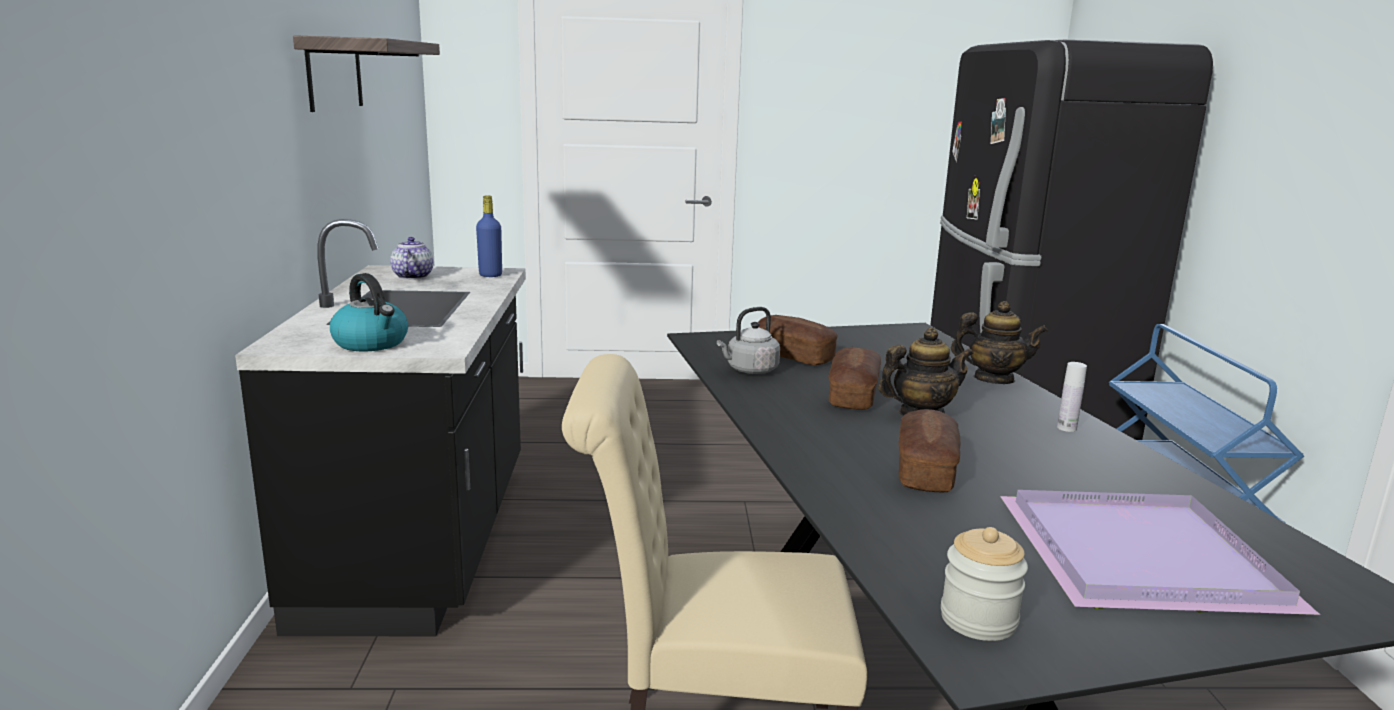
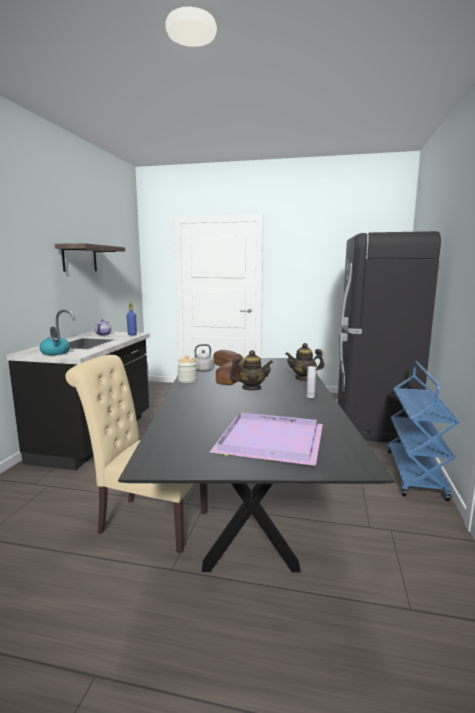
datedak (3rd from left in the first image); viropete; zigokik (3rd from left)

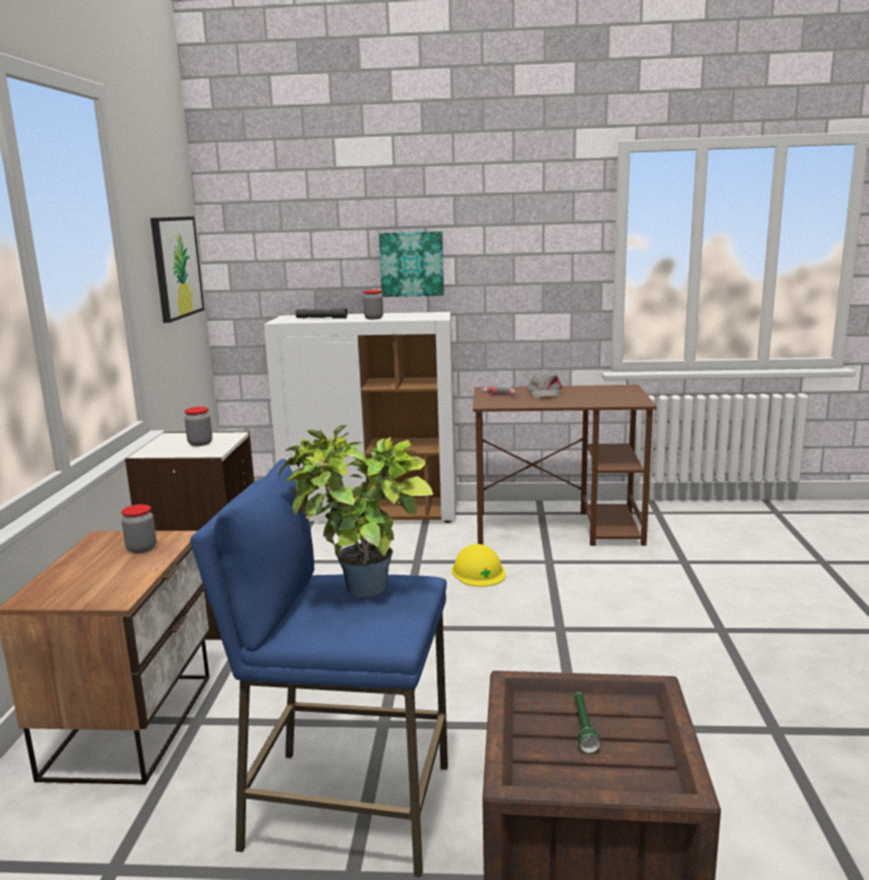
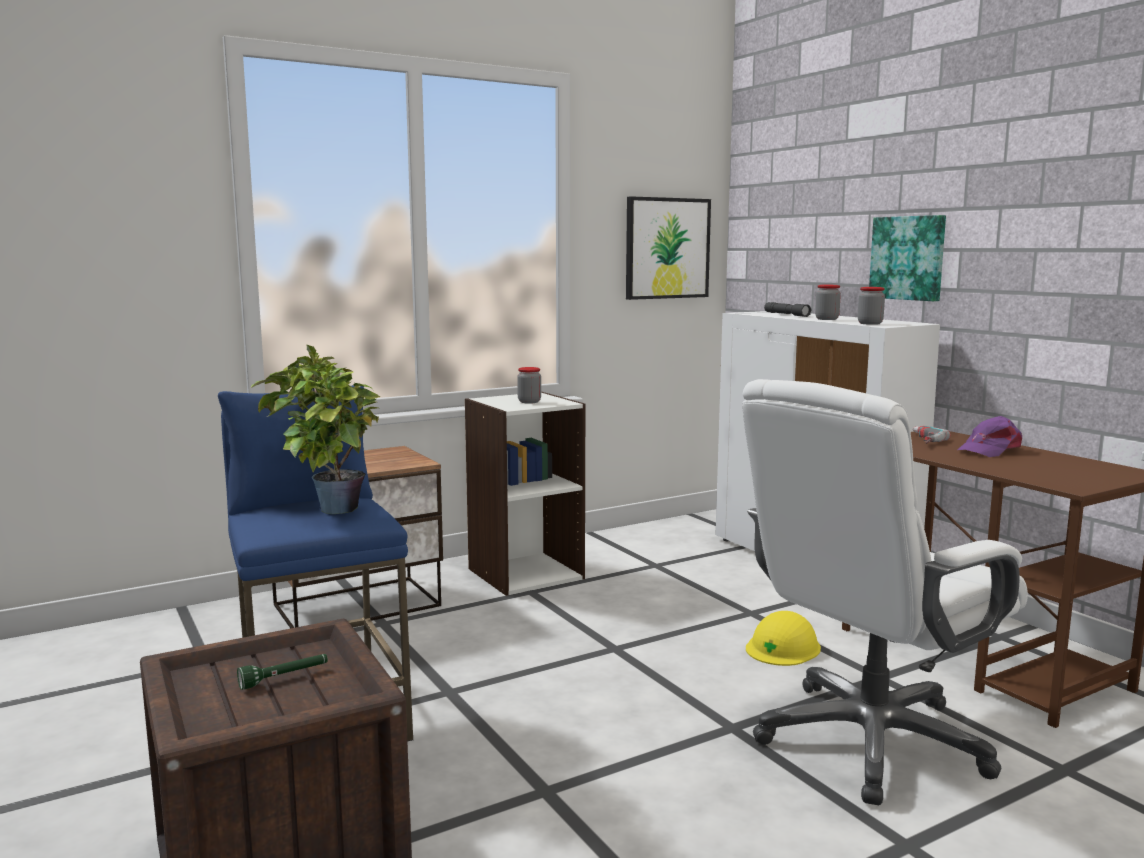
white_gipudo; viropete (3rd from left); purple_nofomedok

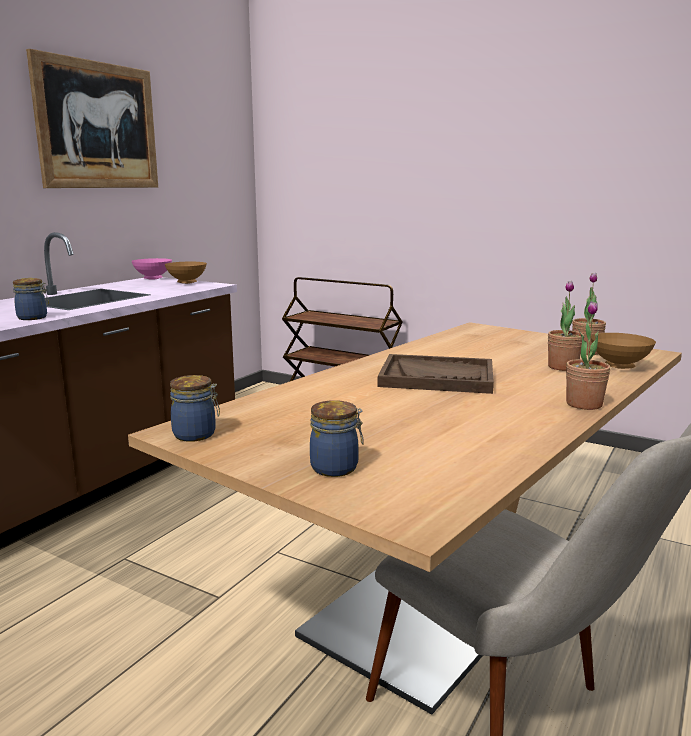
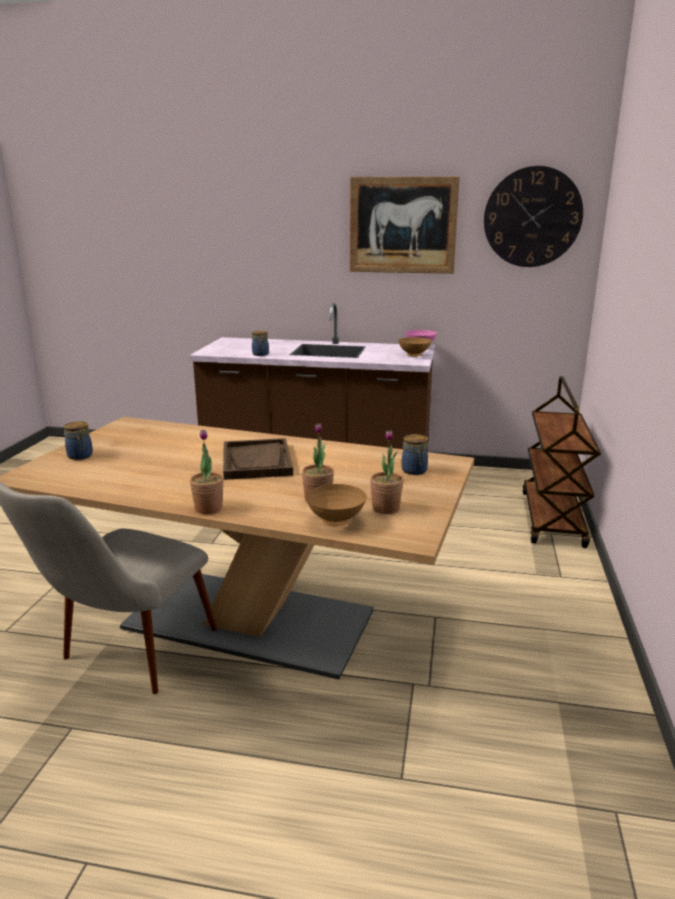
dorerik; viropete (3rd from left)

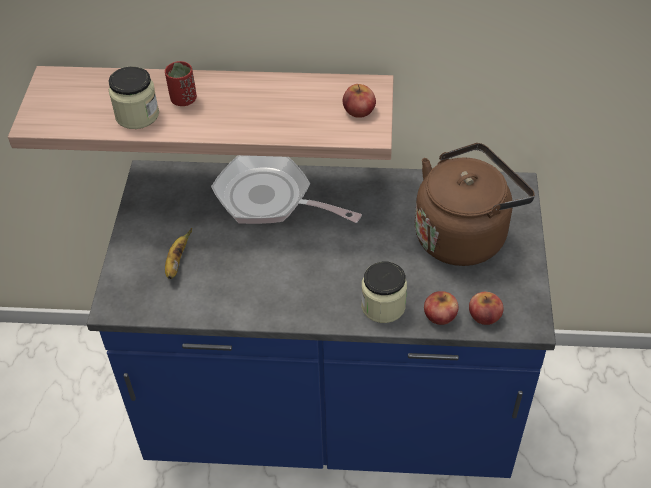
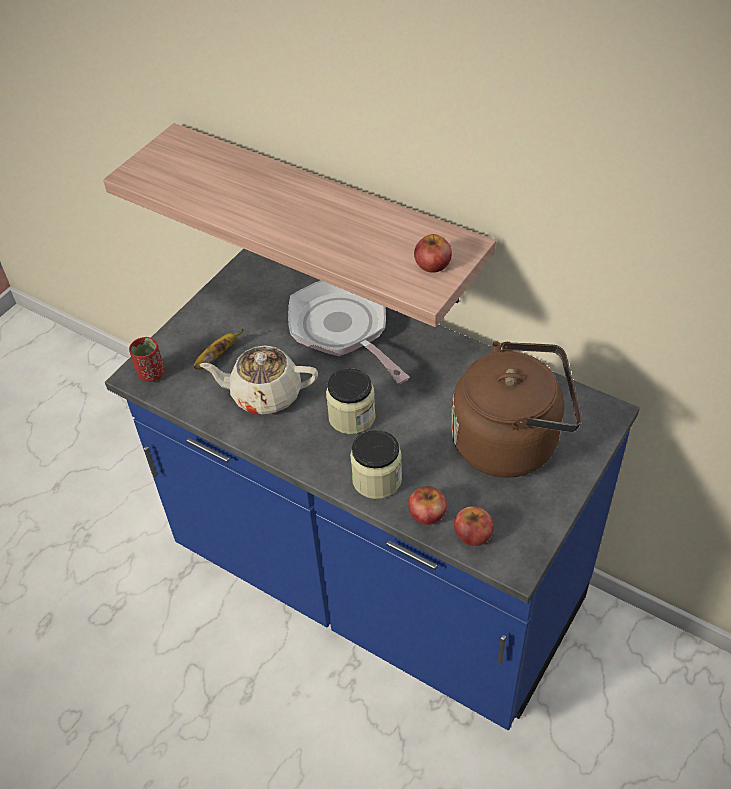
beige_zigokik; viropete (1st from left); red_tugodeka

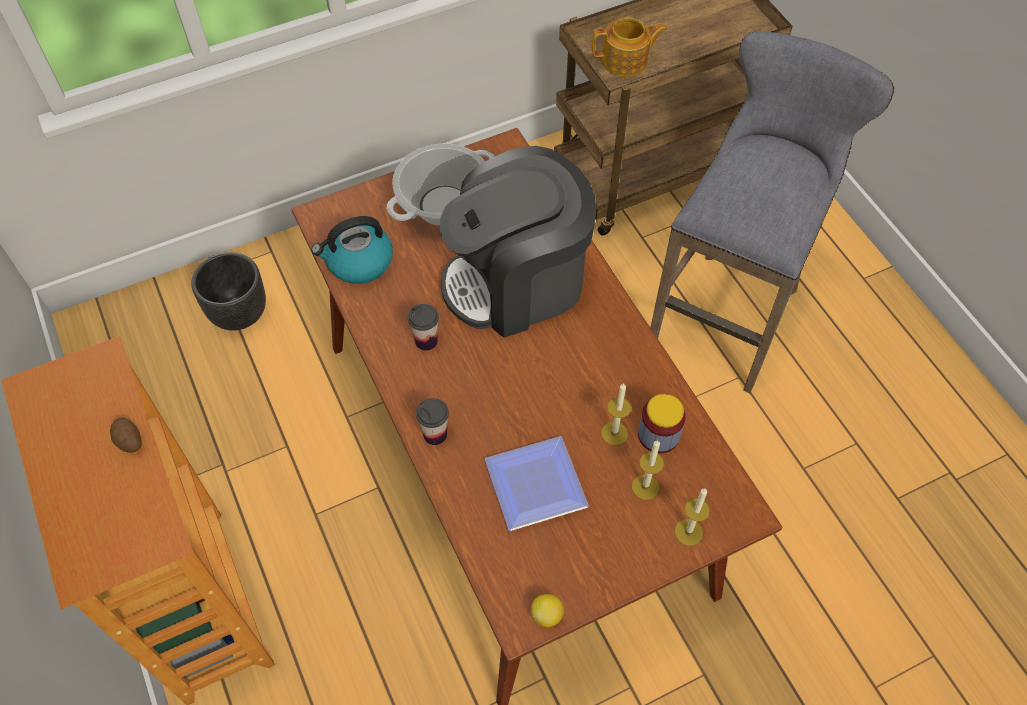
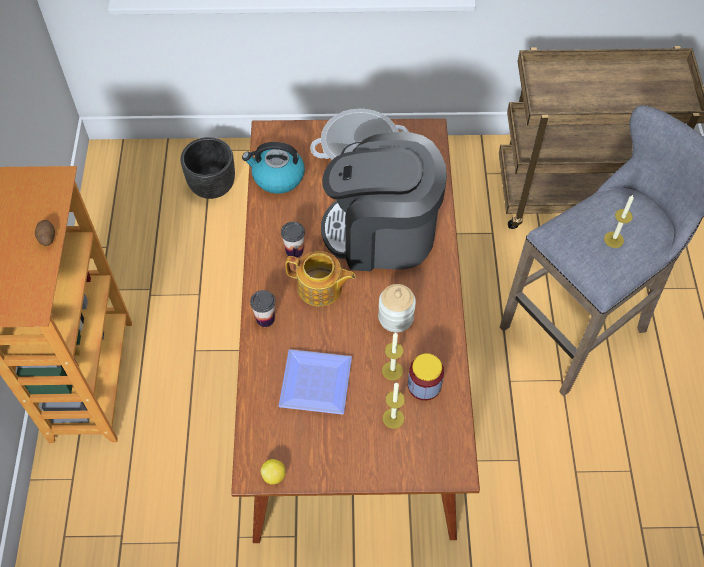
viropete (1st from left); zigokik; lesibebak (3rd from left)

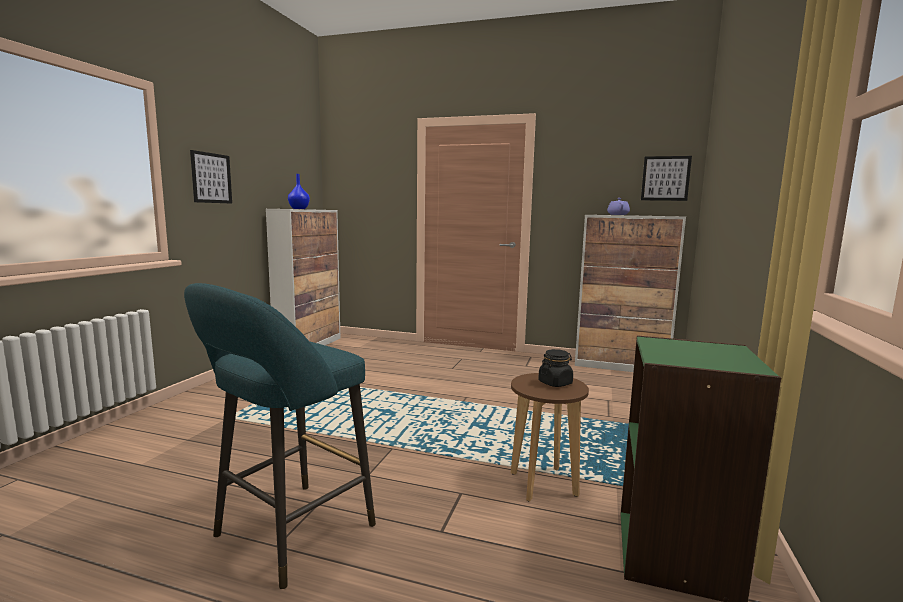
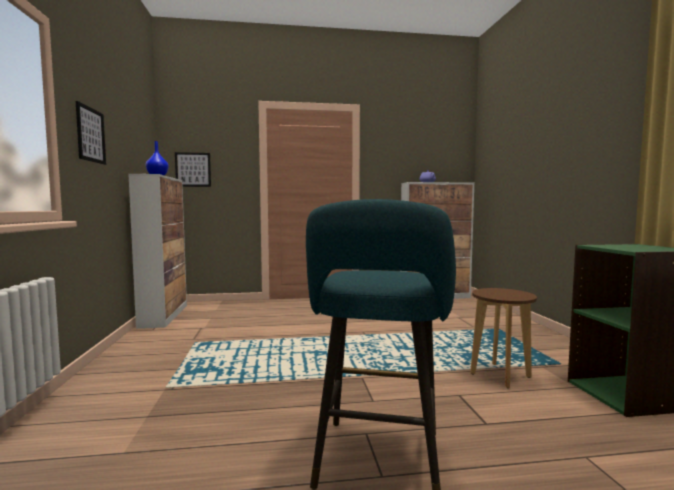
black_viropete; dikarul (2nd from left)

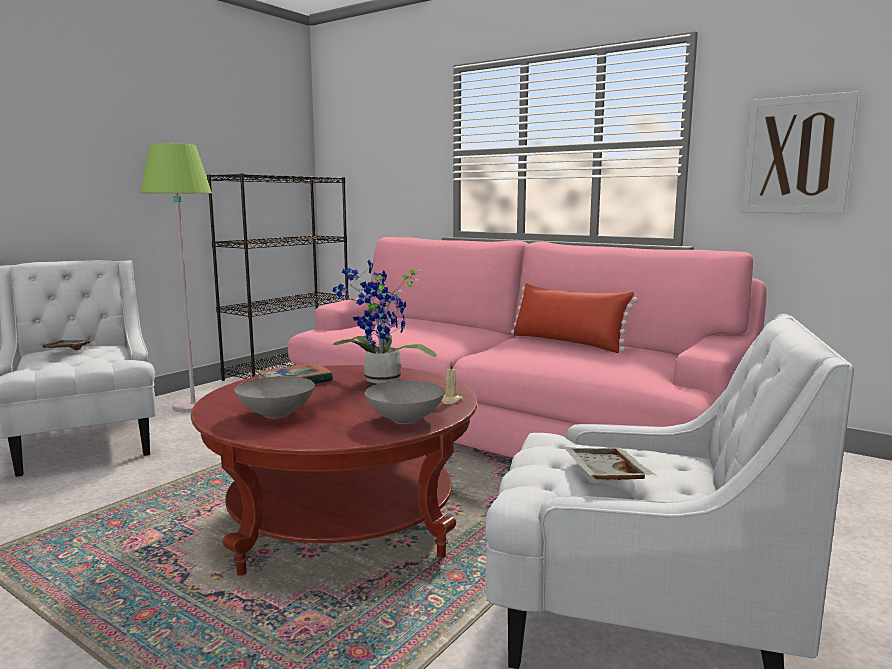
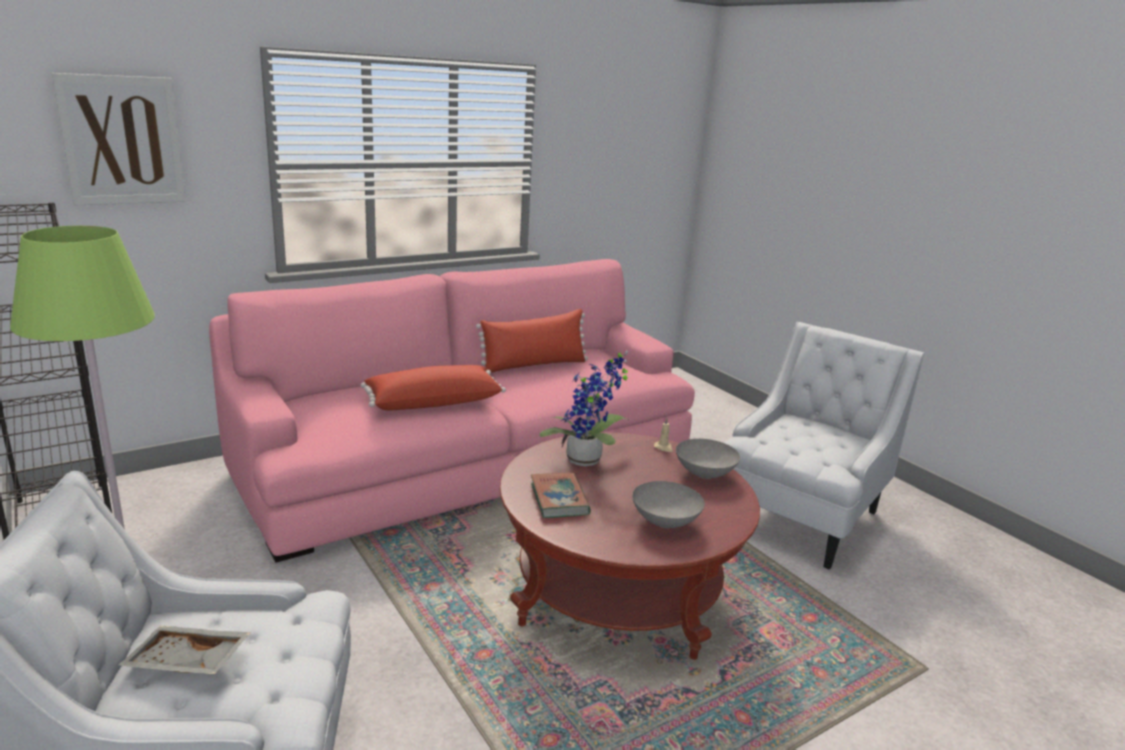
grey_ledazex (2nd from left in the first image); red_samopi (1st from left); dikarul

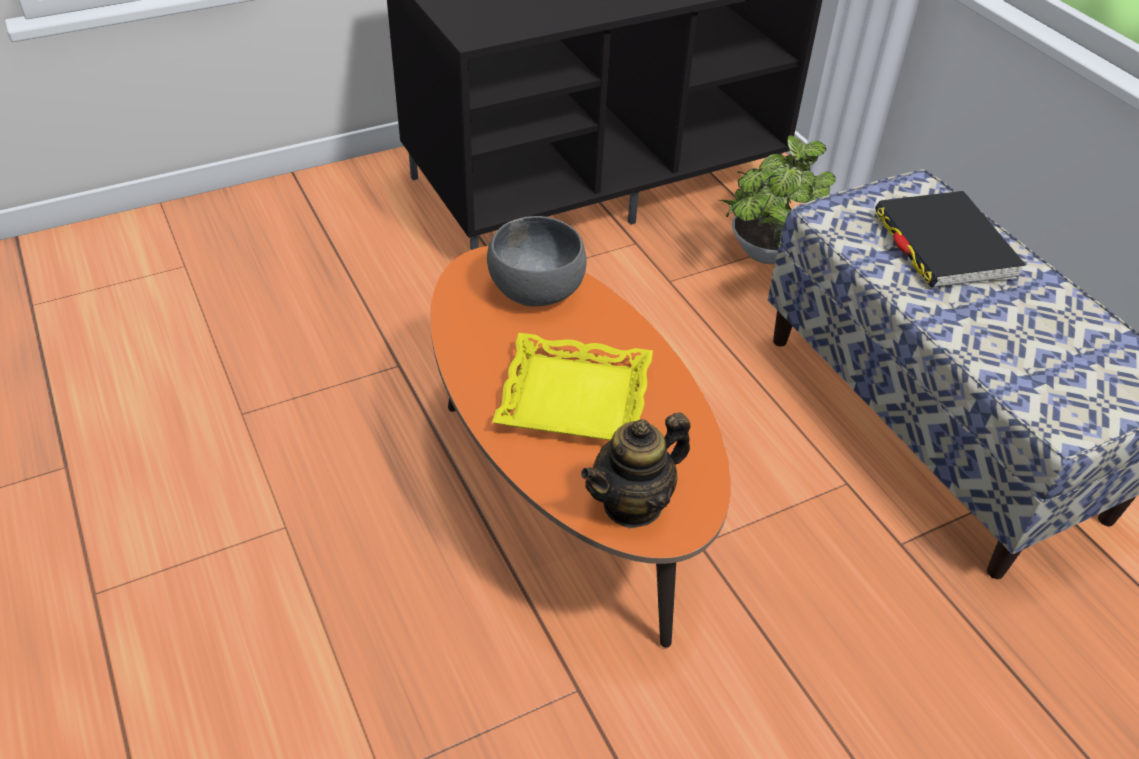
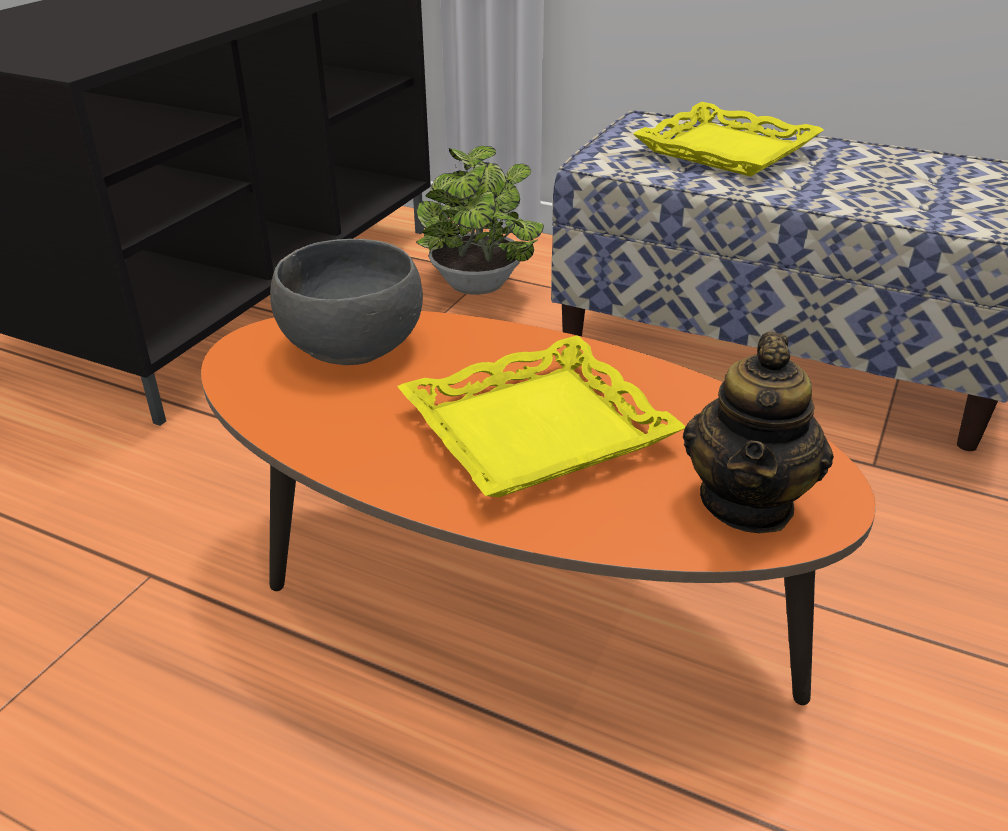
yellow_ledazex (2nd from left)

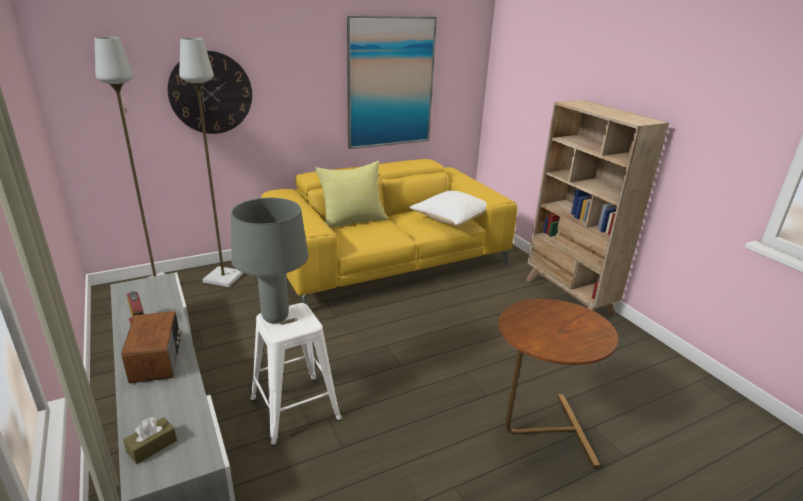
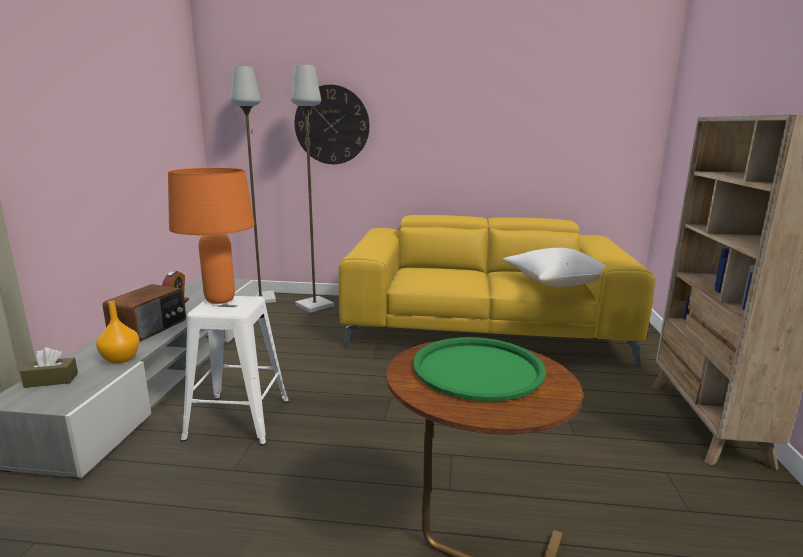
yellow_samopi; dikarul; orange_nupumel; green_ledazex; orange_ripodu

